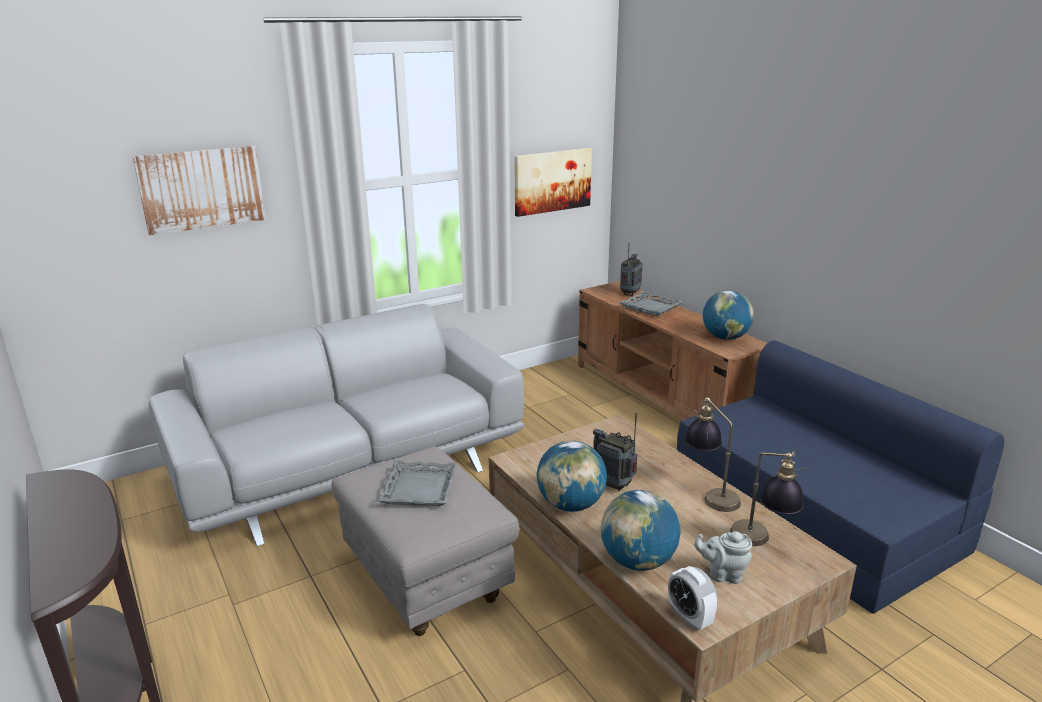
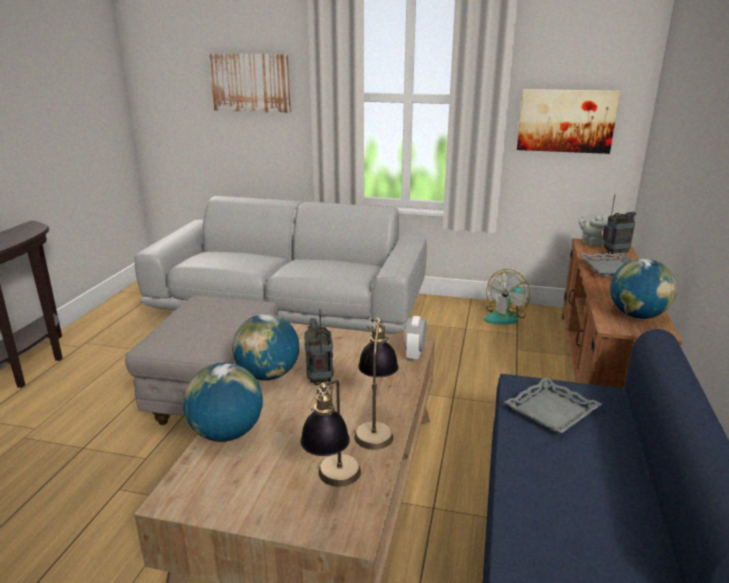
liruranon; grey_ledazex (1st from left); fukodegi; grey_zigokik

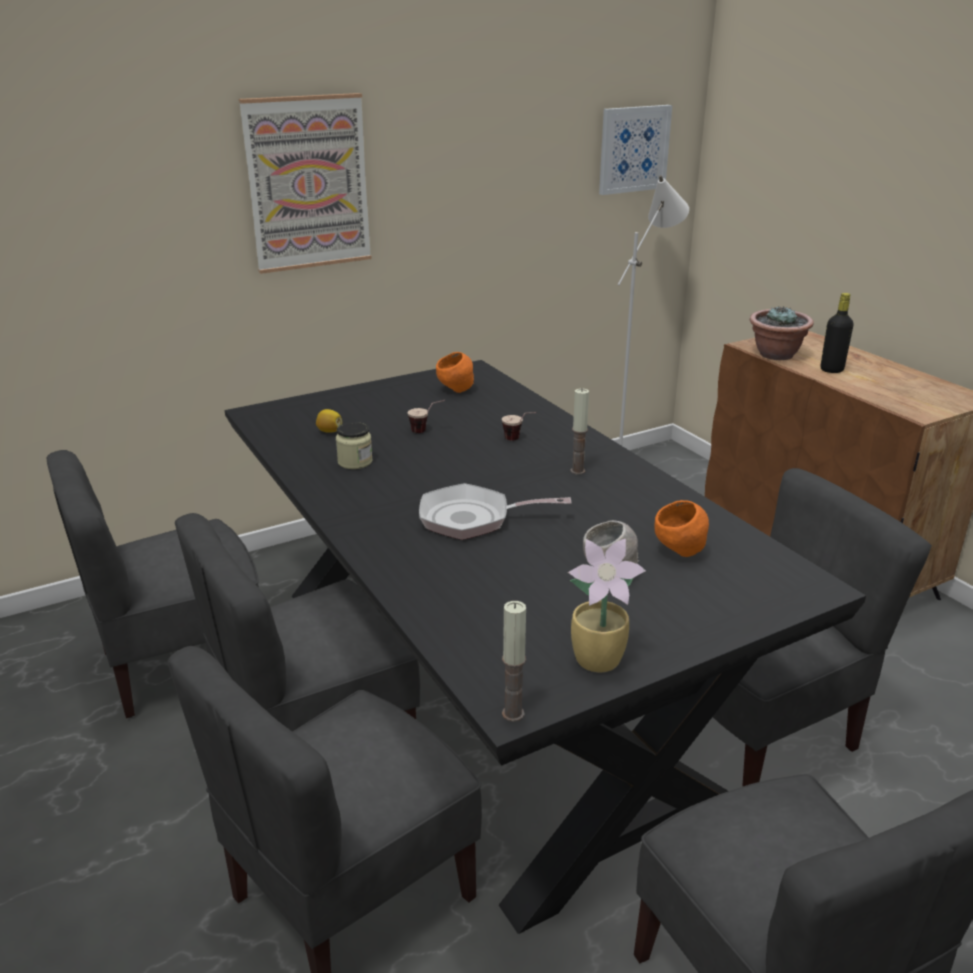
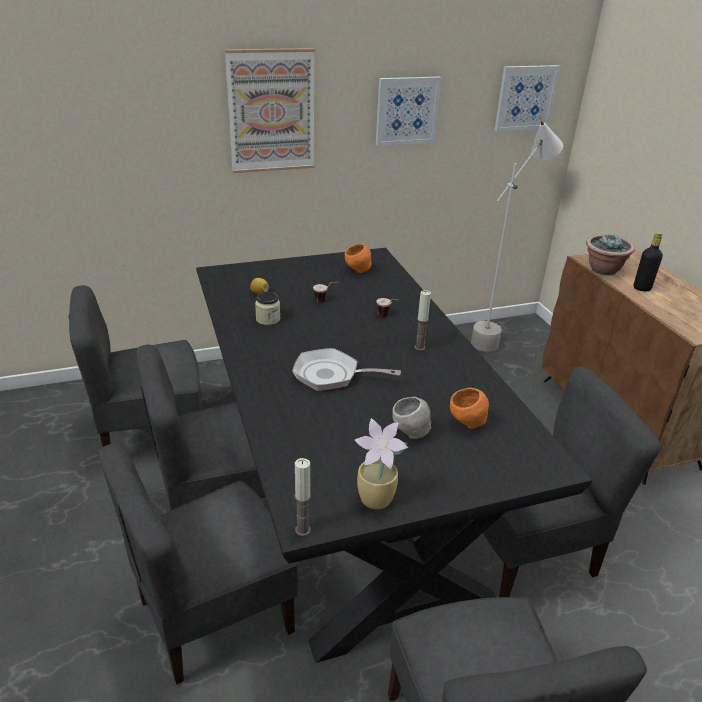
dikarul (2nd from left)

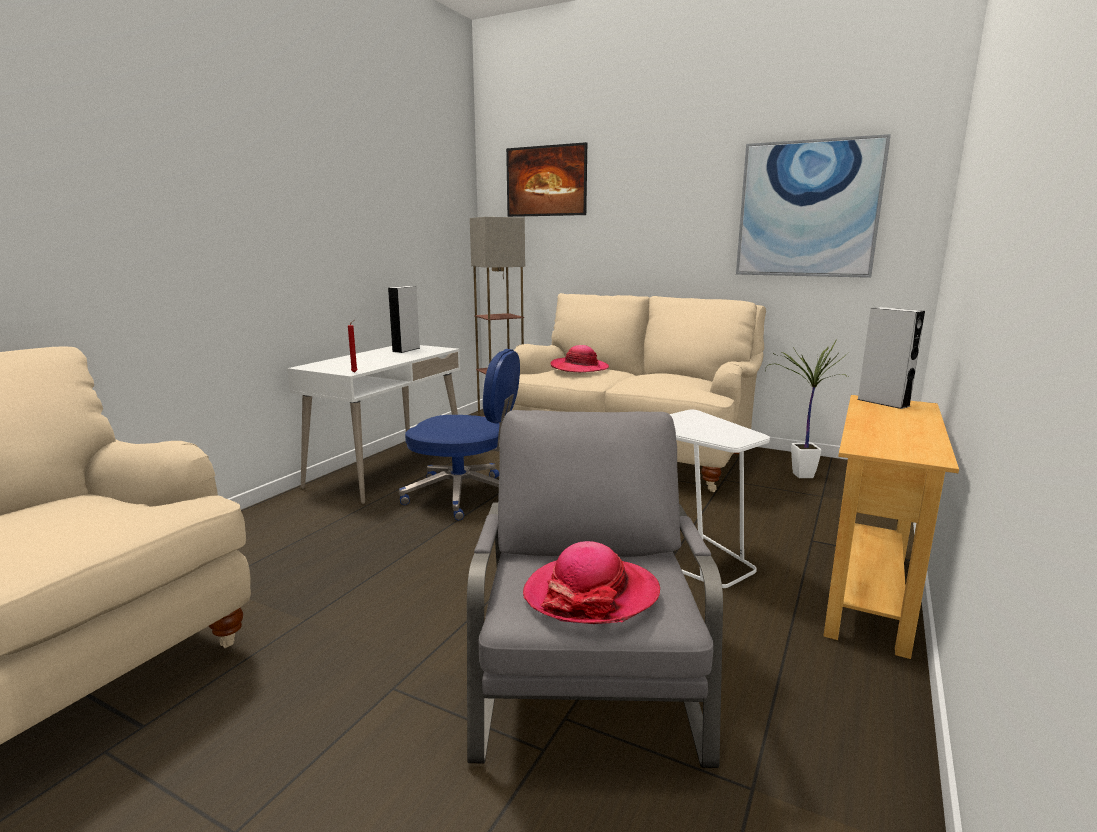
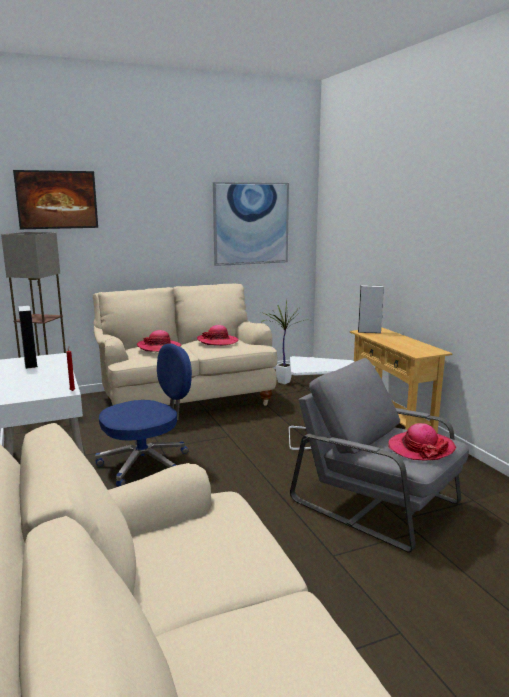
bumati (2nd from left)

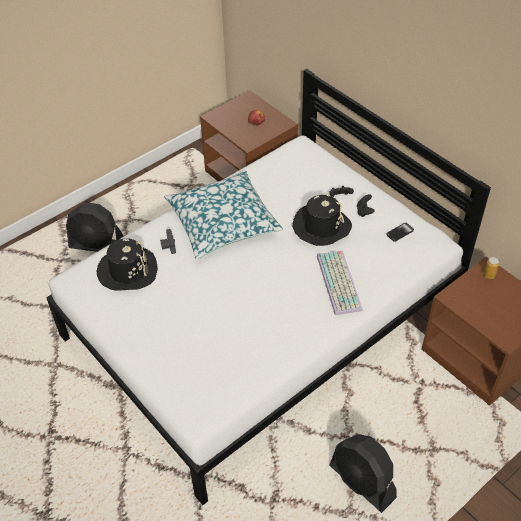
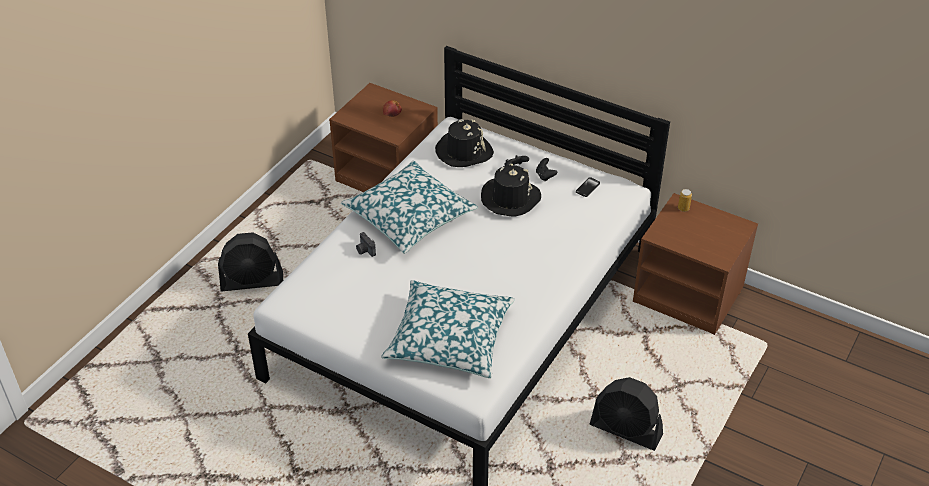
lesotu; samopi (2nd from left); black_bumati (1st from left)

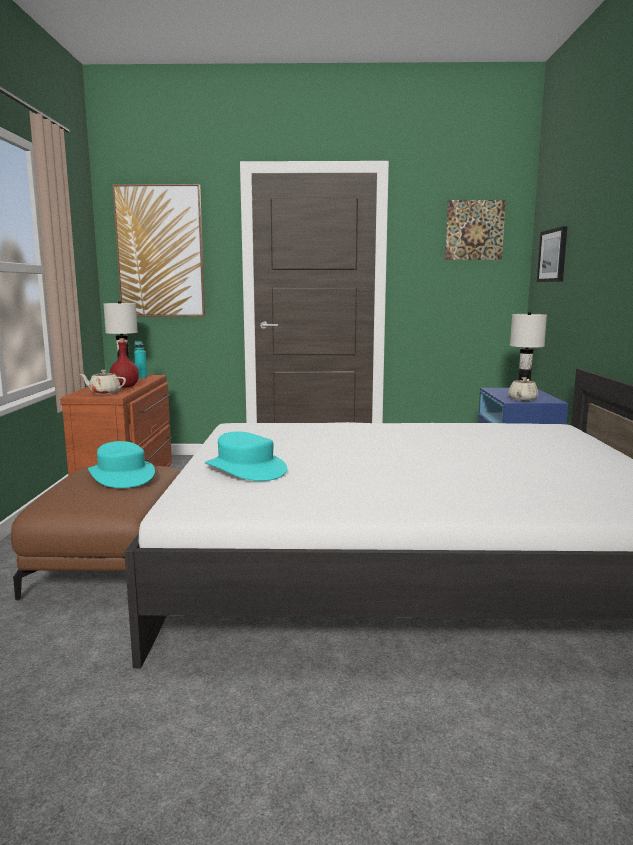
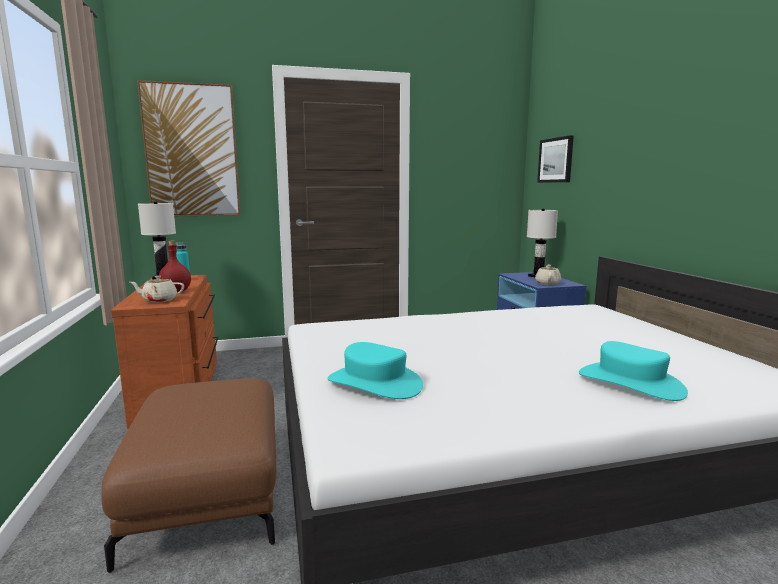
dikarul (2nd from left in the first image); turquoise_bumati (2nd from left)

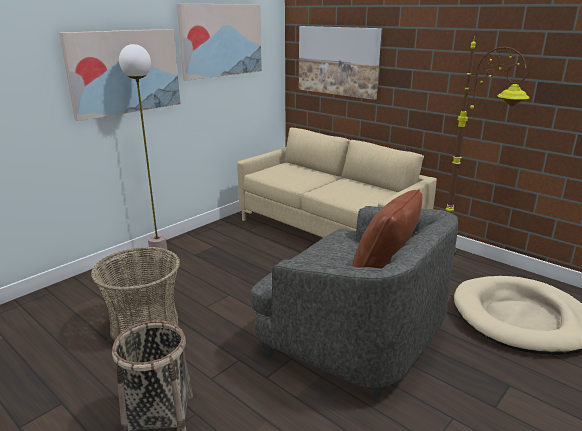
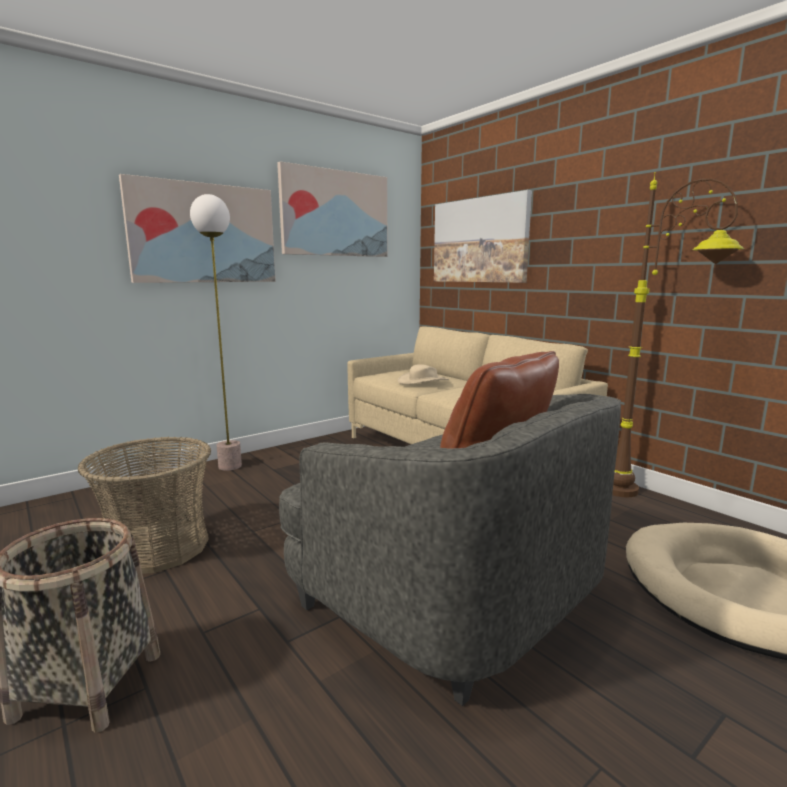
beige_bumati

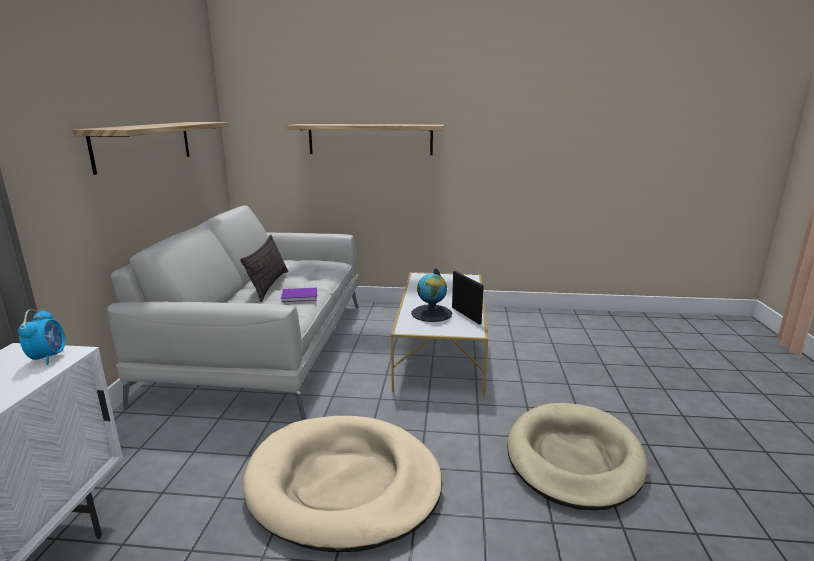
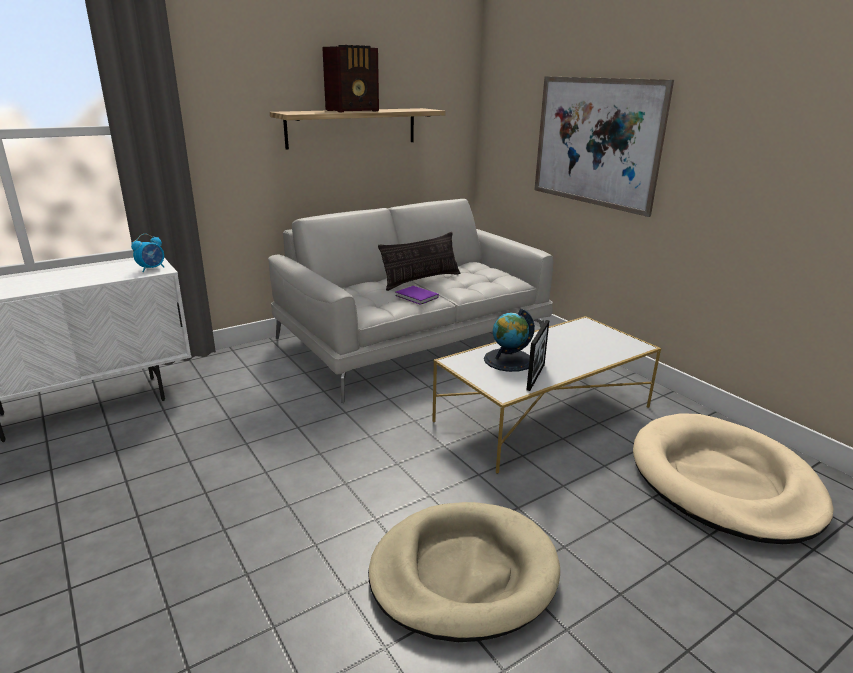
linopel; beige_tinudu (2nd from left); dikarul

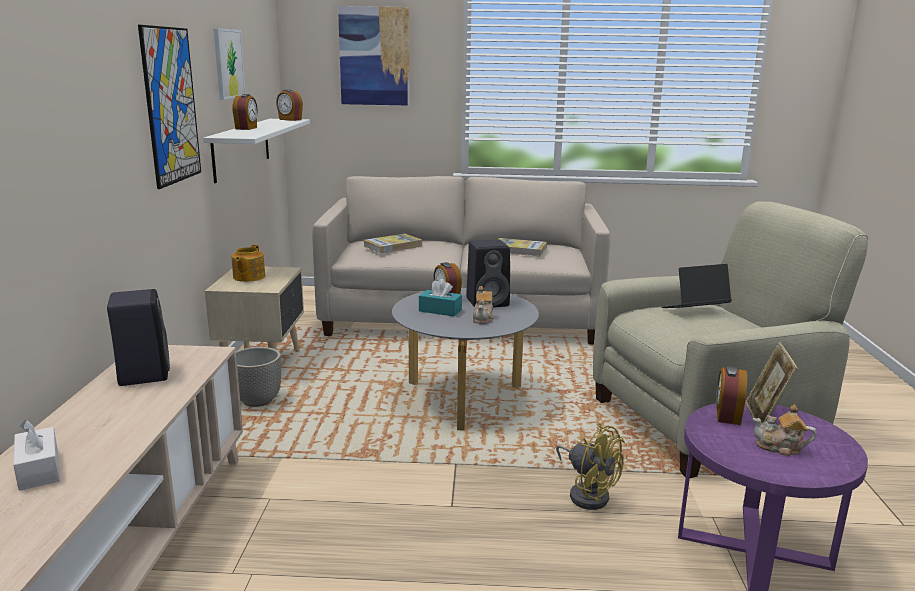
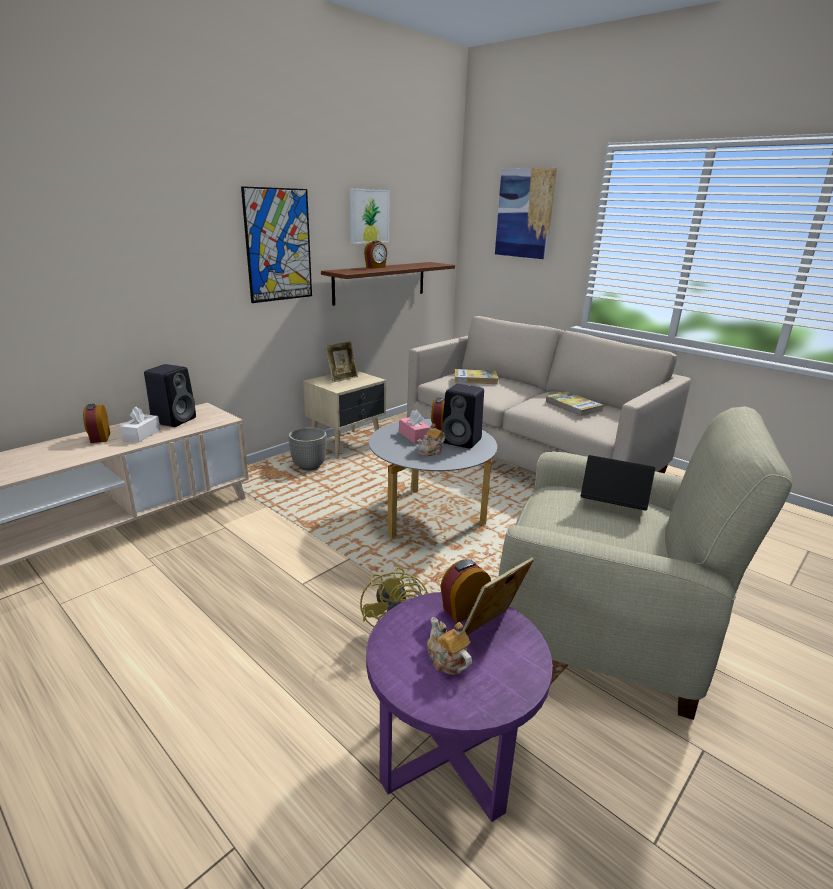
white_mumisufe; fukodegi (1st from left); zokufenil (1st from left); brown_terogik; pink_mumisufe

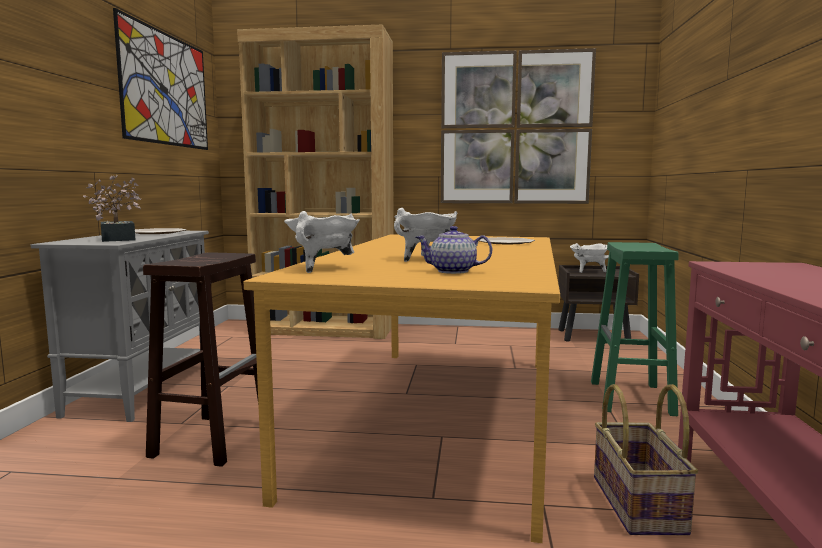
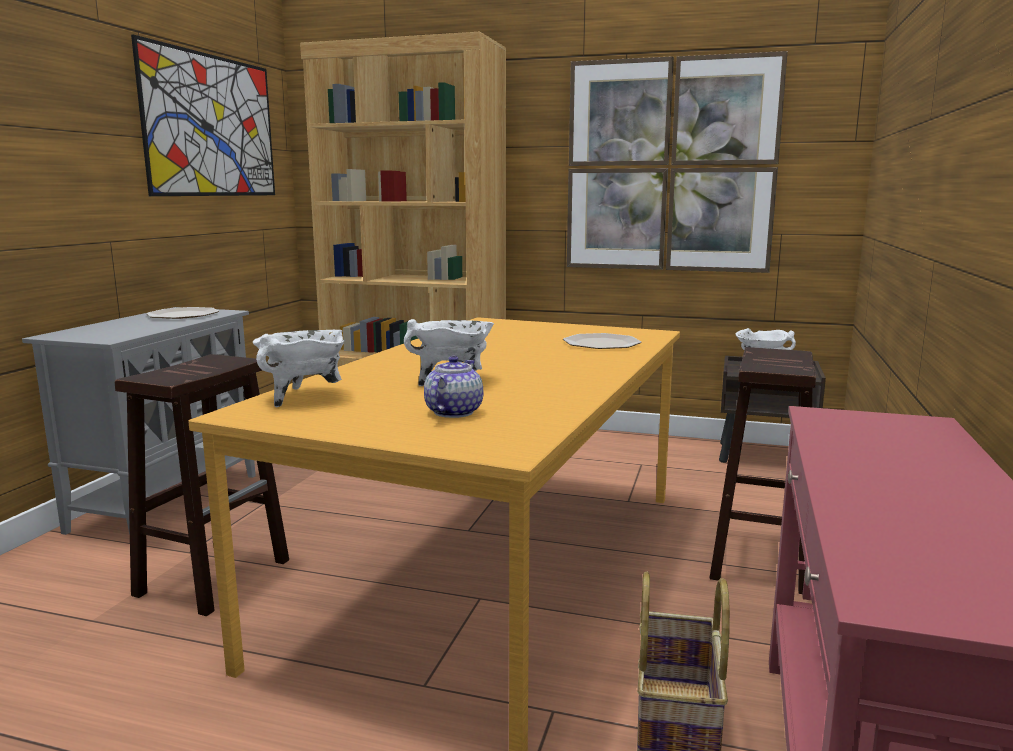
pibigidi; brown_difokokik (2nd from left); zigokik

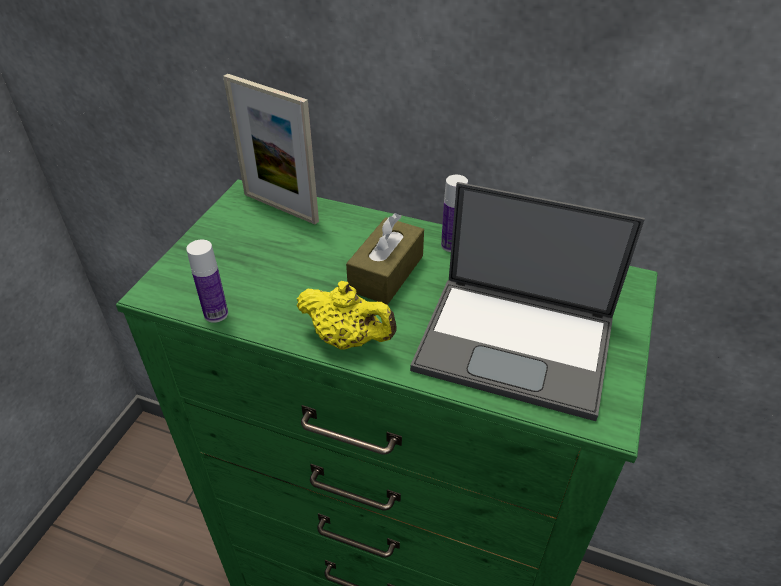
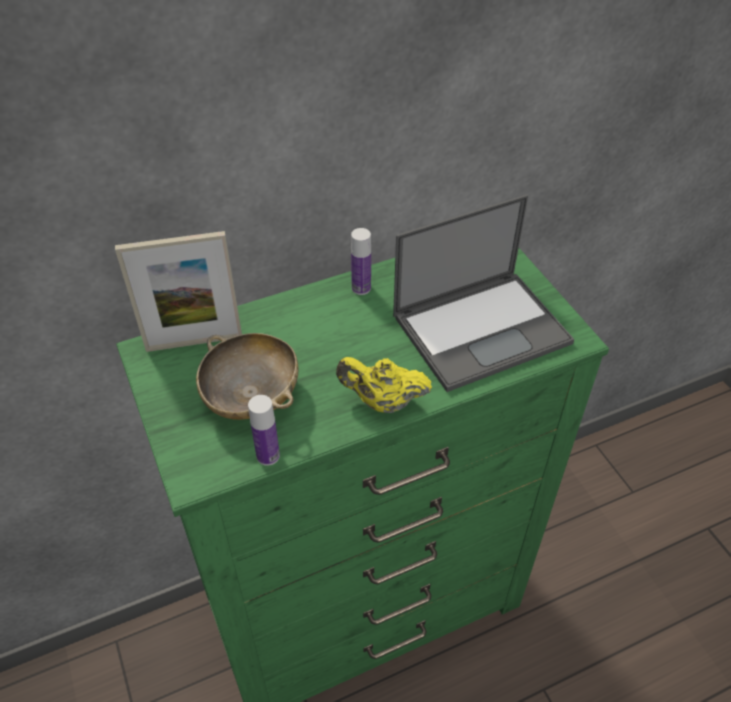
brown_mumisufe; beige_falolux; yellow_zigokik

